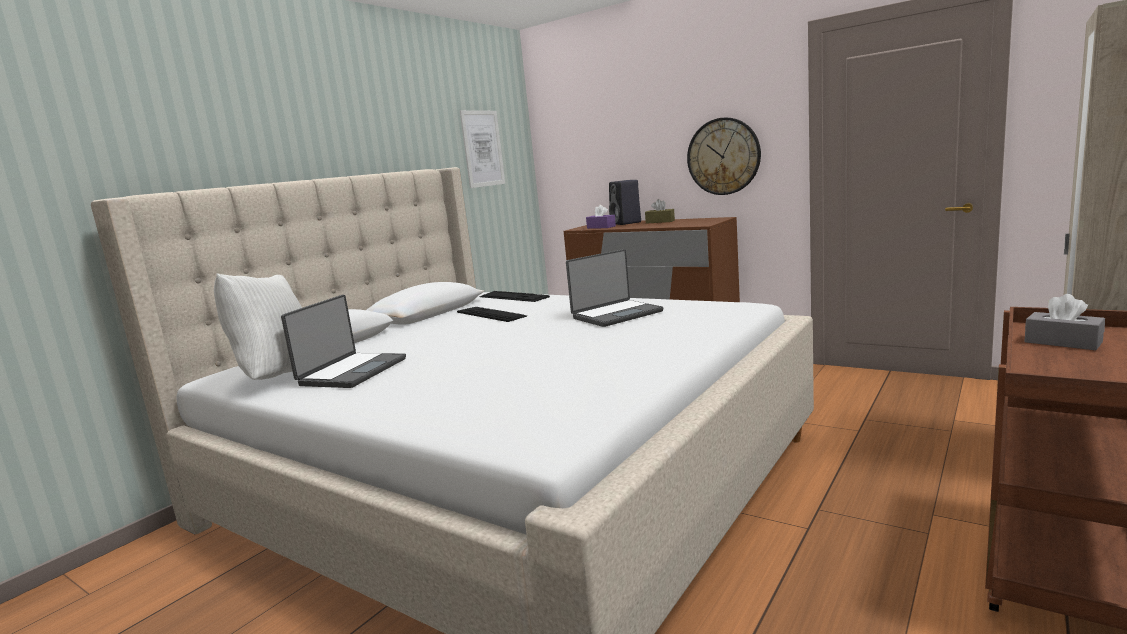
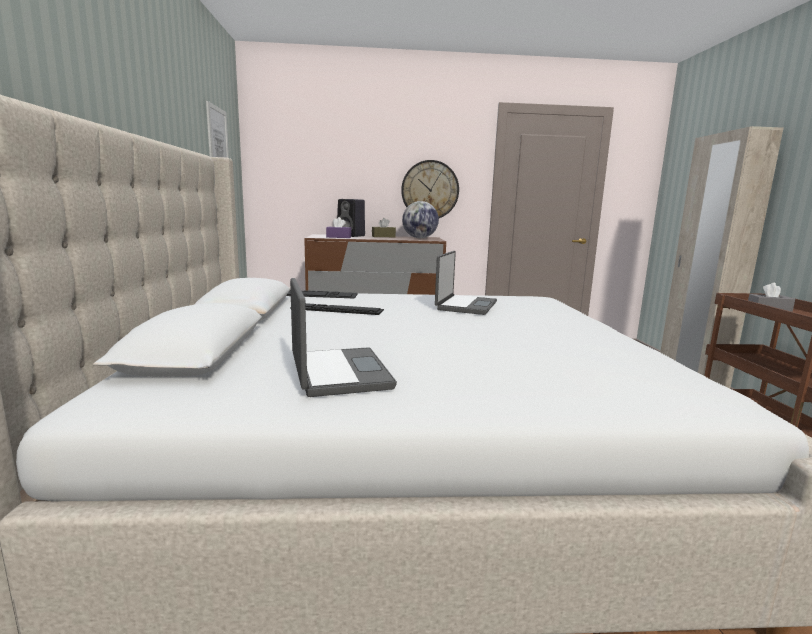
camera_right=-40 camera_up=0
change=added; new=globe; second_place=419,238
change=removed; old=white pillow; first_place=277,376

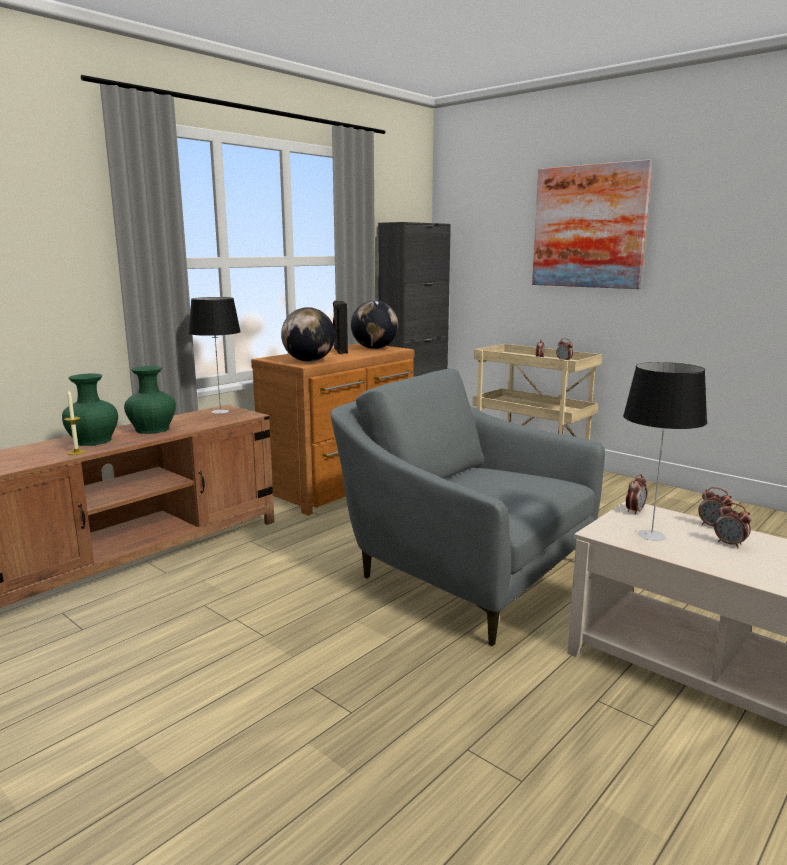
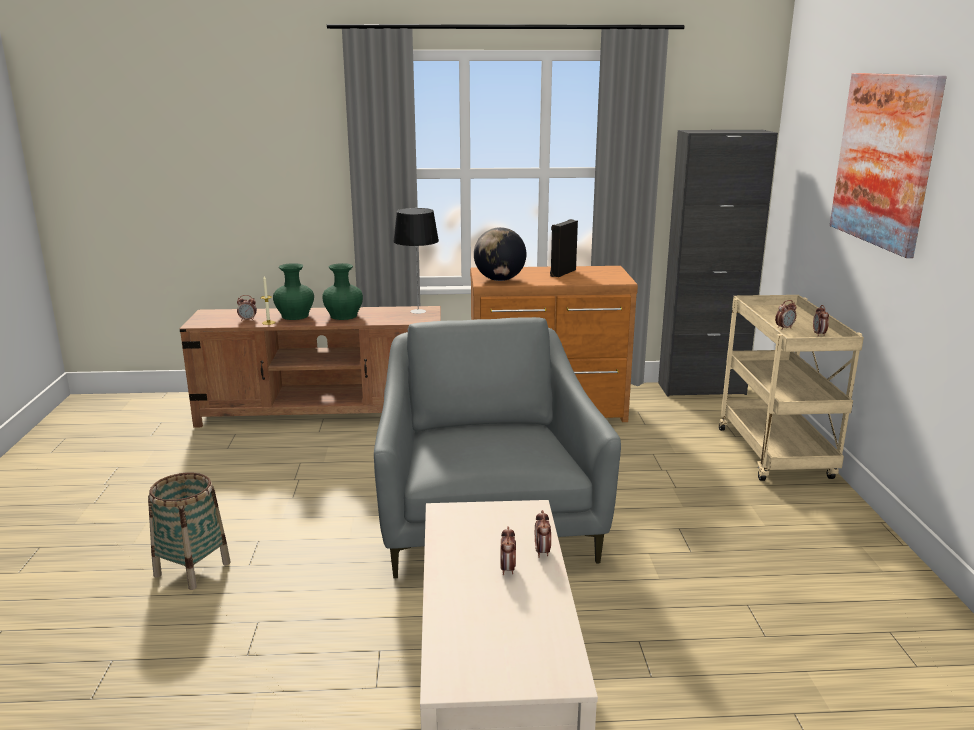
camera_right=45 camera_up=5
change=added; new=basket; second_place=192,569
change=moved; old=alarm clock; first_place=635,511; second_place=248,320
change=removed; old=globe; first_place=374,348
change=removed; old=table lamp; first_place=651,536

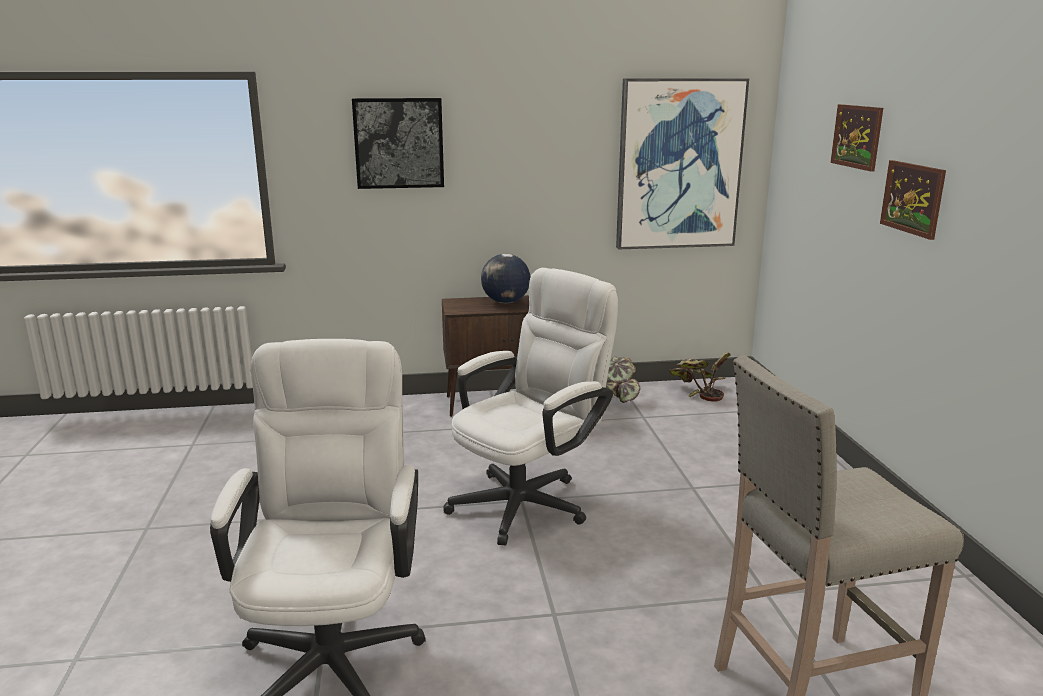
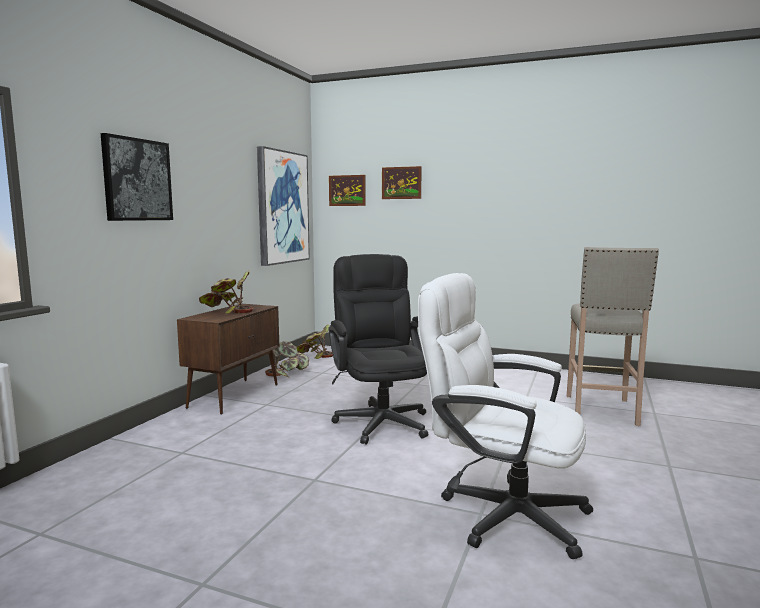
camera_right=-60 camera_up=-10
change=replaced; old=globe; new=potted plant; first_place=505,302; second_place=228,311
change=moved; old=picture; first_place=912,198; second_place=347,190
change=recoloured; old=white office chair; new=black office chair; first_place=530,501; second_place=380,419

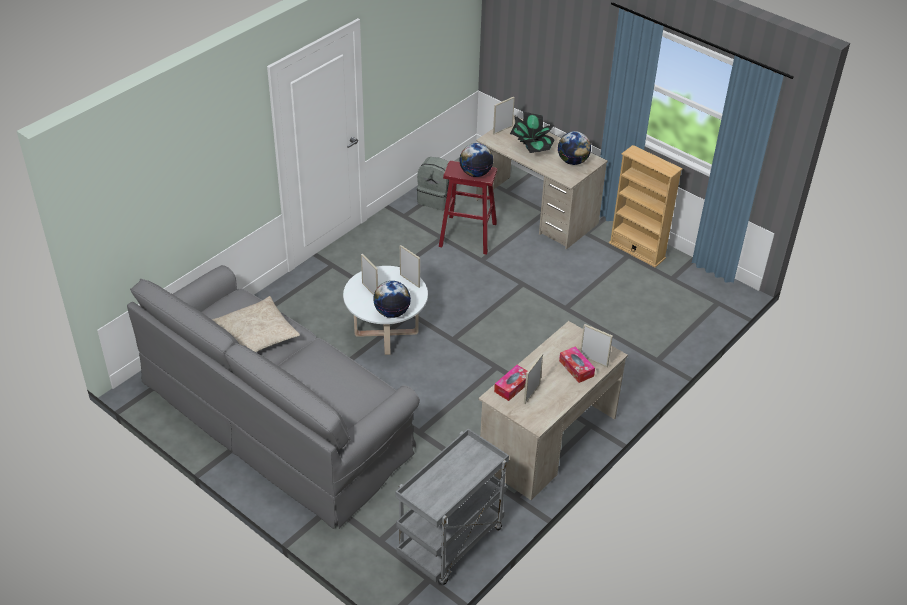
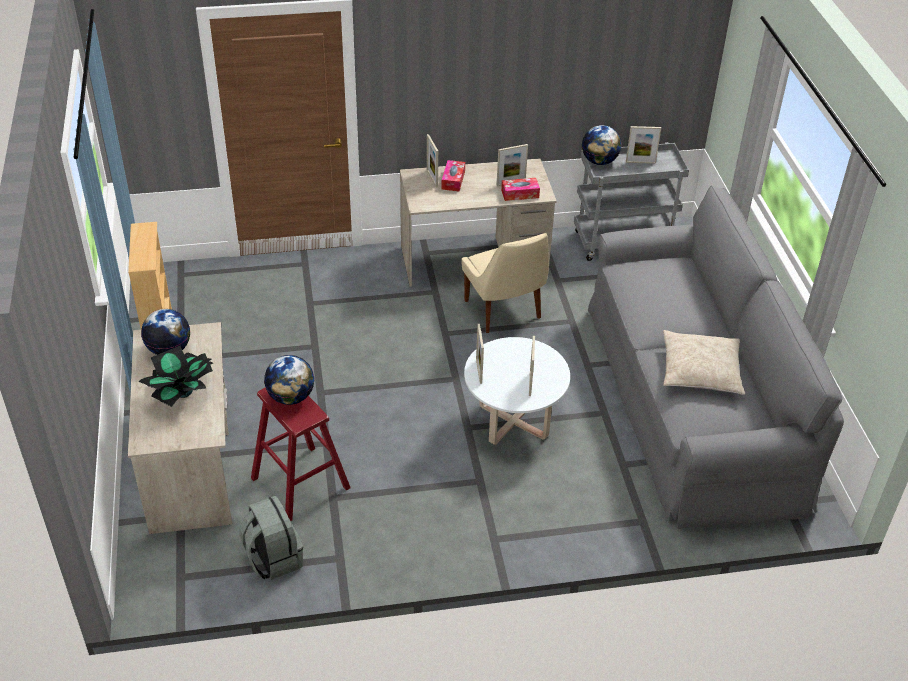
camera_right=-140 camera_up=0
change=added; new=beige chair; second_place=504,311
change=moved; old=globe; first_place=392,312; second_place=599,161
change=moved; old=picture frame; first_place=502,130; second_place=640,162

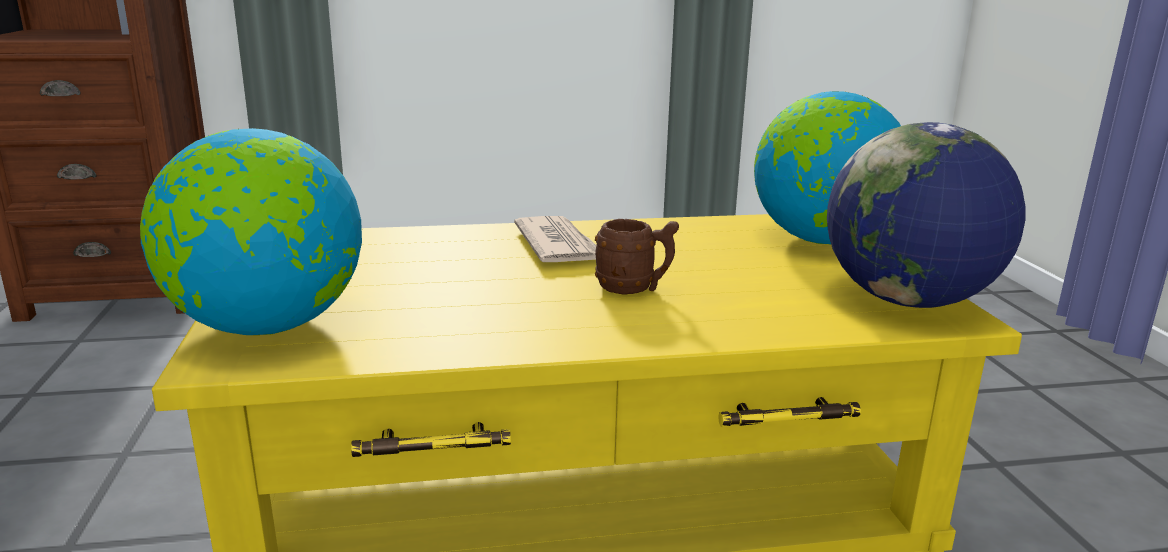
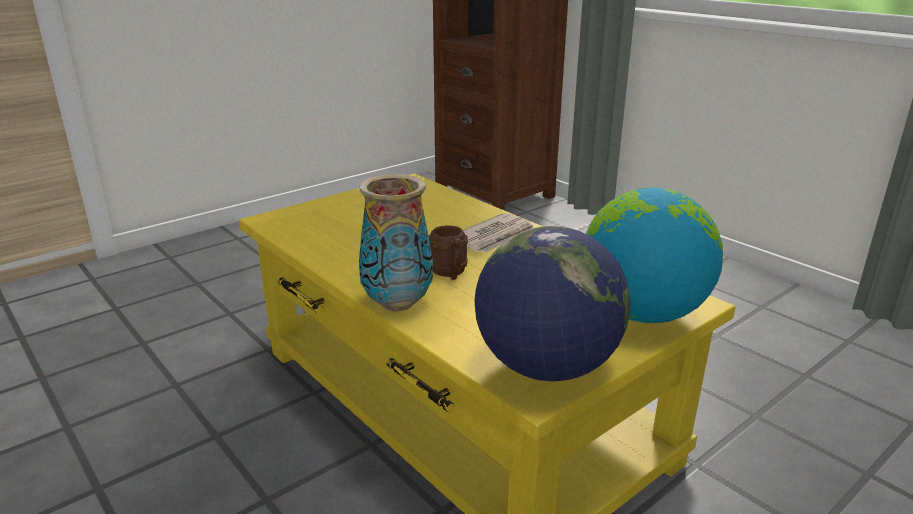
camera_right=60 camera_up=5
change=added; new=vase; second_place=398,304
change=removed; old=globe; first_place=266,326

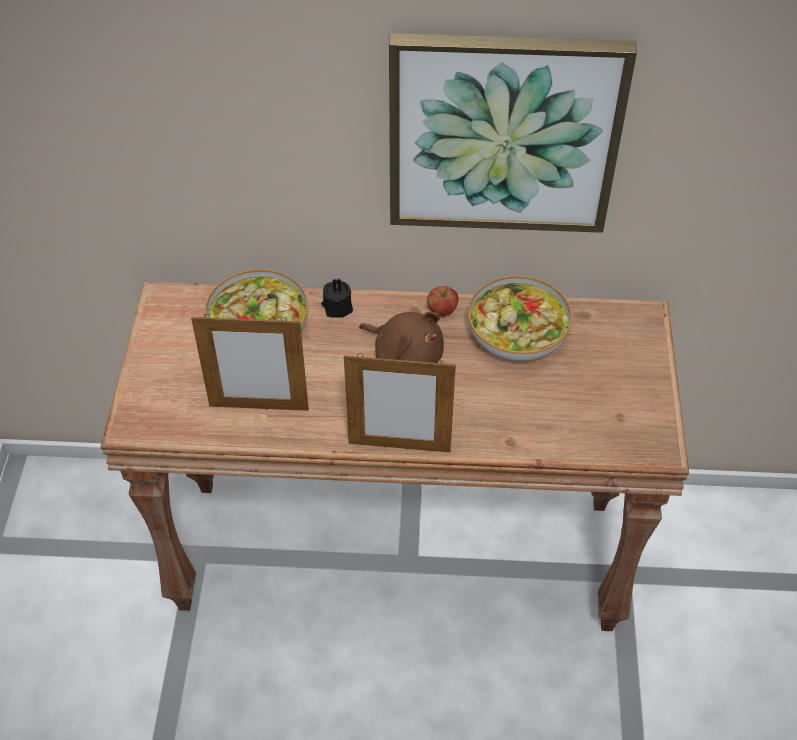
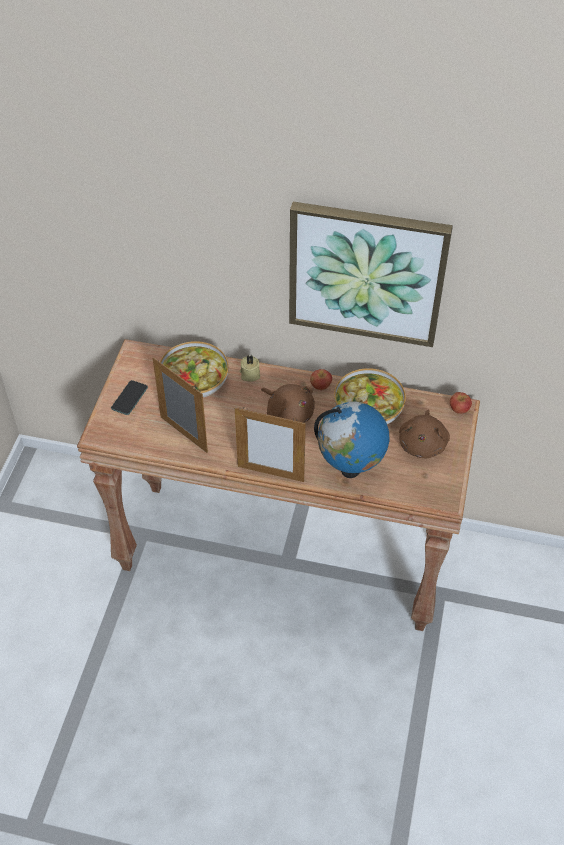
camera_right=10 camera_up=0
change=added; new=phone; second_place=129,398
change=turned; old=picture frame; first_place=259,407; second_place=183,434; degrees=-150
change=recoloured; old=black candle; new=beige candle; first_place=337,307; second_place=249,374
change=added; new=globe; second_place=350,469
change=added; new=brown plush toy; second_place=423,444
change=added; new=apple; second_place=459,409

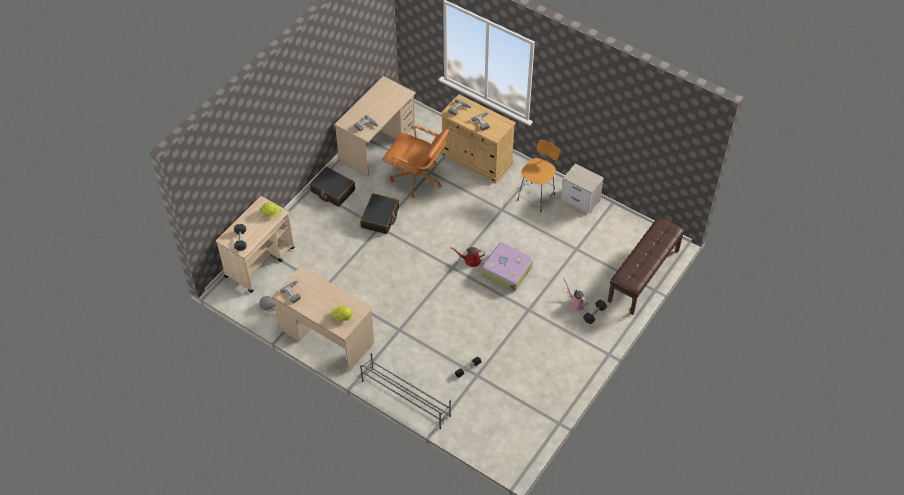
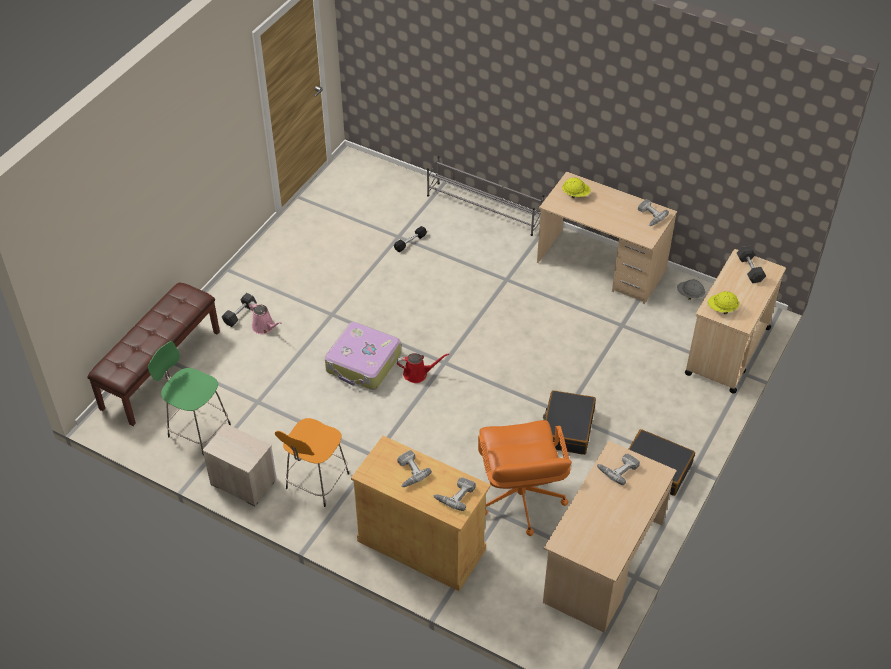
camera_right=175 camera_up=-5
change=added; new=green stool; second_place=197,429
change=turned; old=orange office chair; first_place=417,179; second_place=520,499; degrees=-120

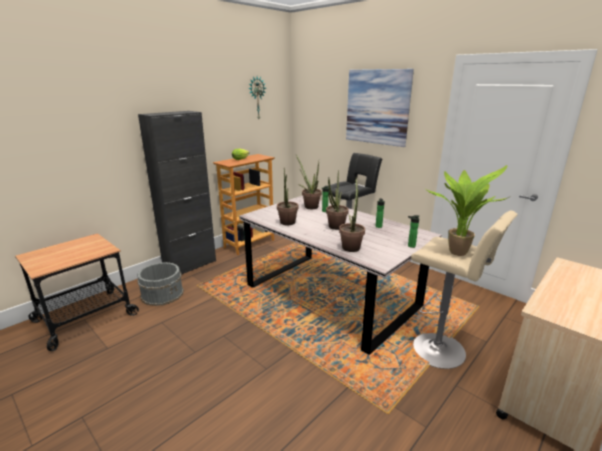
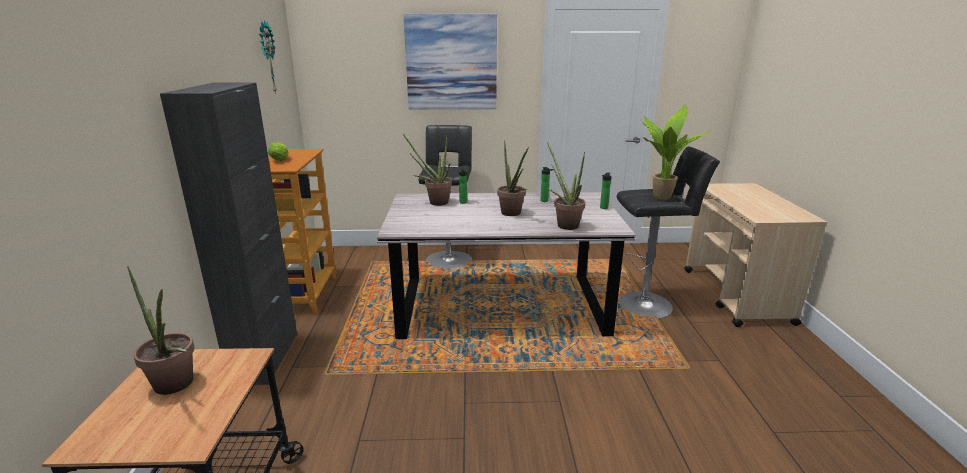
camera_right=-45 camera_up=0
change=moved; old=potted plant; first_place=287,224; second_place=176,387
change=recoloured; old=beige stool; new=black stool; first_place=441,350; second_place=647,304
change=removed; old=grey bucket; first_place=163,294

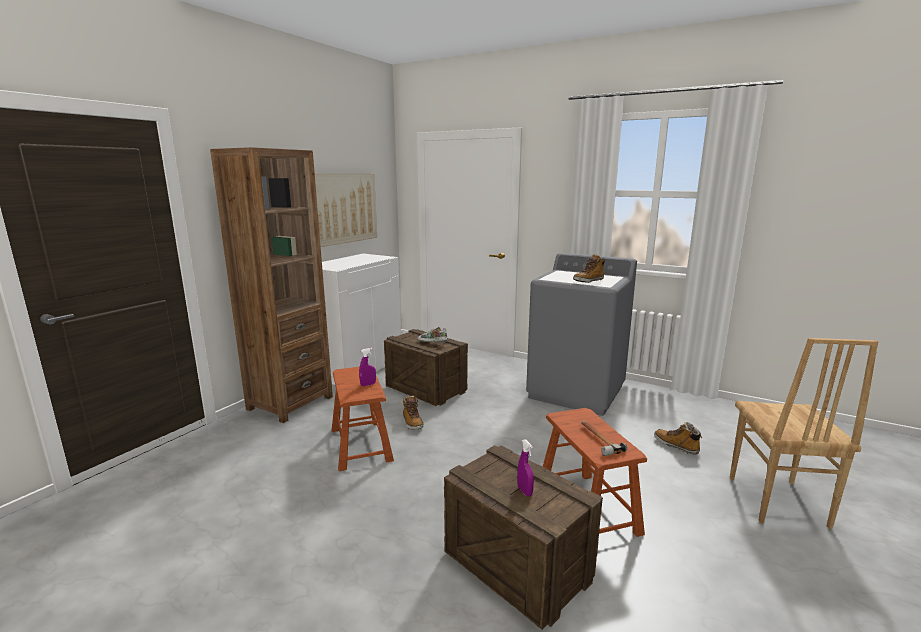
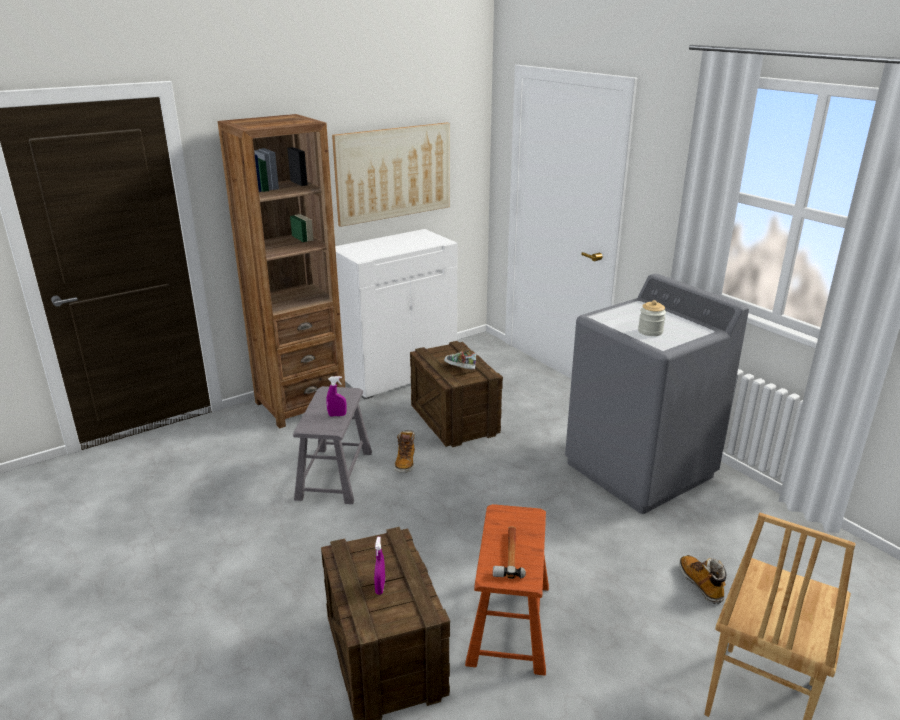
camera_right=25 camera_up=10
change=recoloured; old=brown stool; new=grey stool; first_place=360,444; second_place=334,475
change=replaced; old=boot; new=jar; first_place=588,281; second_place=650,331

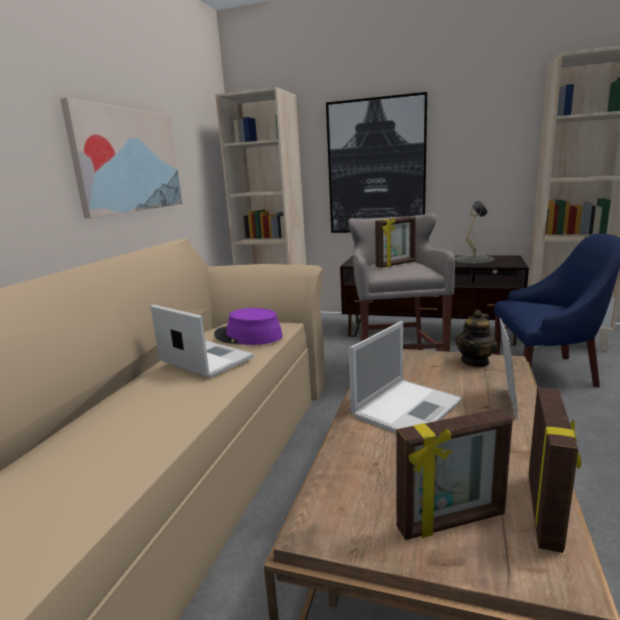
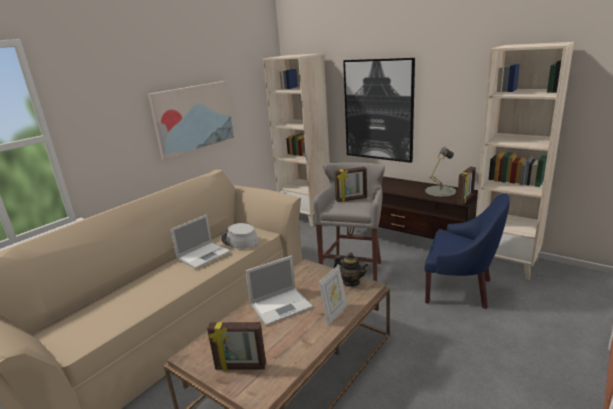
camera_right=20 camera_up=5
change=turned; old=laptop; first_place=205,359; second_place=204,255; degrees=75
change=recoloured; old=purple hat; new=grey hat; first_place=248,336; second_place=239,240
change=turned; old=teapot; first_place=475,361; second_place=351,282; degrees=-120
change=moved; old=picture frame; first_place=545,511; second_place=465,199

